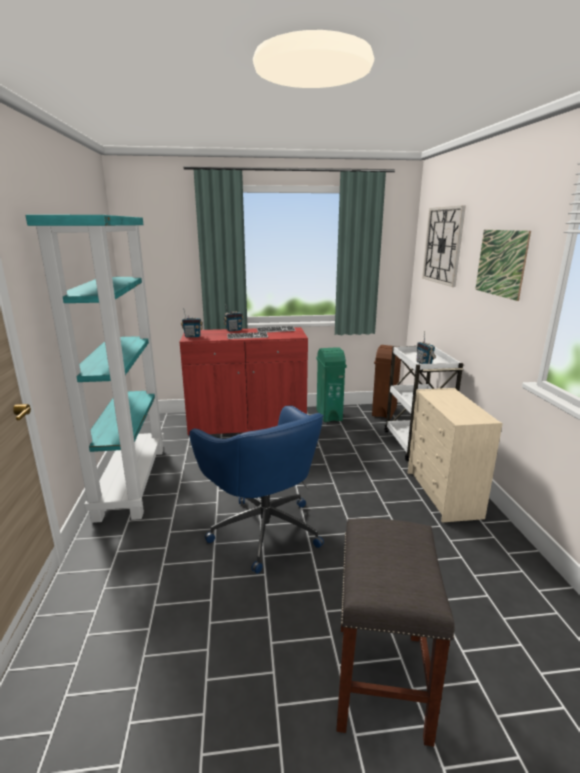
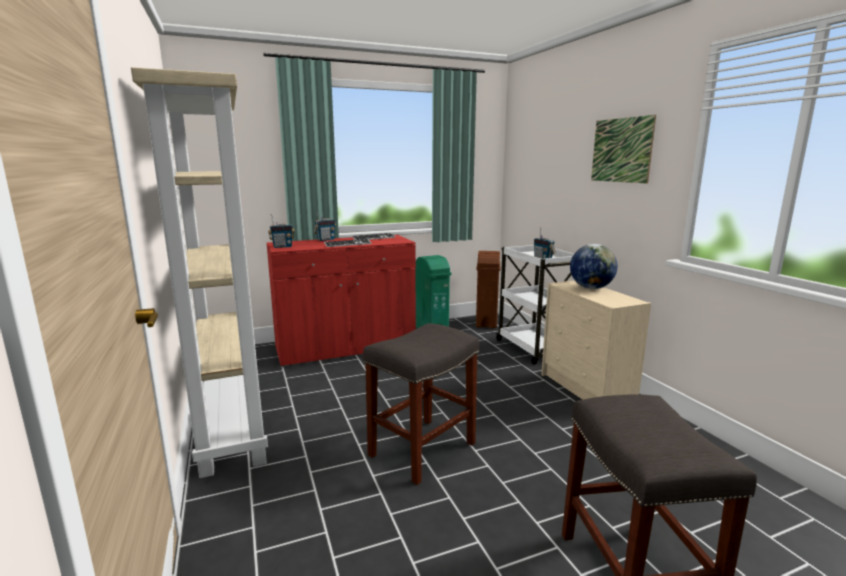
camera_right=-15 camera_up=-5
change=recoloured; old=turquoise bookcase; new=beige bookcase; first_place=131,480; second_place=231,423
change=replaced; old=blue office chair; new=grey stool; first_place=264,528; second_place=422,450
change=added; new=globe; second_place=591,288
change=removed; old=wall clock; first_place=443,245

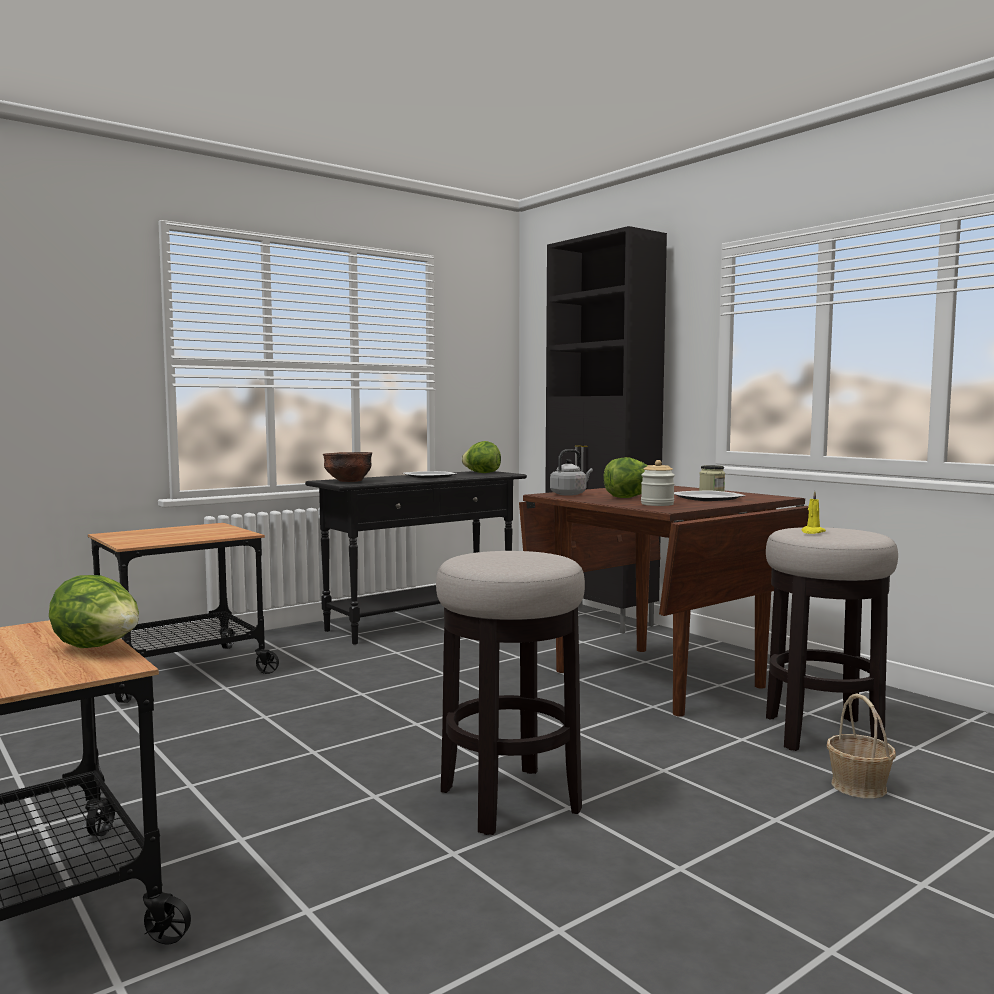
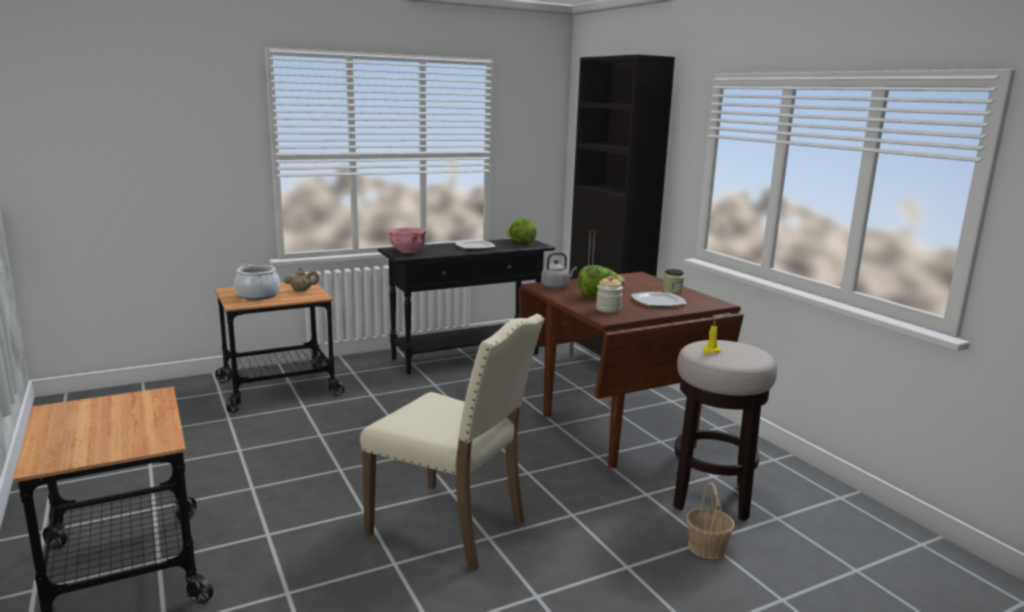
camera_right=10 camera_up=10
change=added; new=cooking pot; second_place=258,295
change=added; new=beige teapot; second_place=302,290
change=replaced; old=stool; new=beige chair; first_place=510,800; second_place=451,527
change=recoloured; old=brown bowl; new=pink bowl; first_place=348,481; second_place=407,252
change=removed; old=lettuce; first_place=99,648

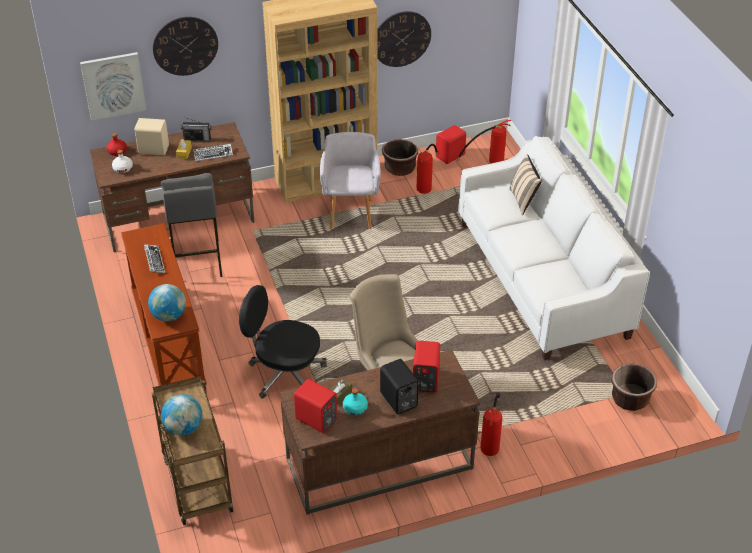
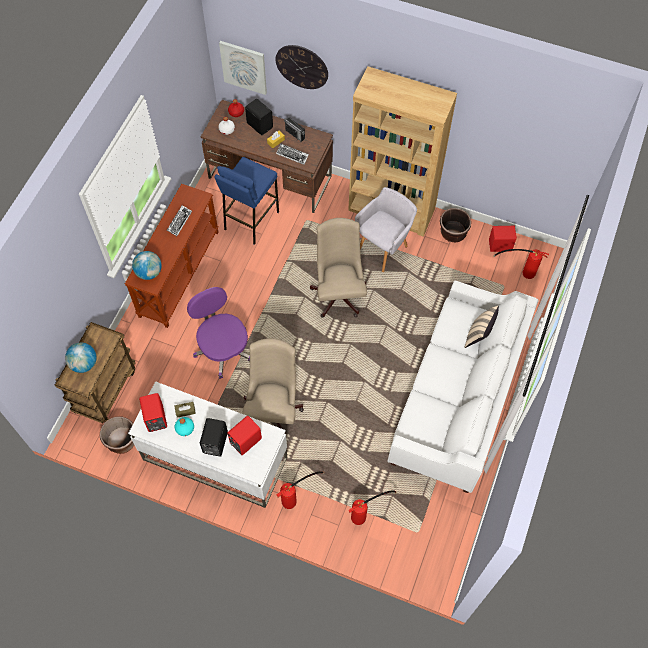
camera_right=40 camera_up=20
change=moved; old=brown planter; first_place=630,399; second_place=122,441
change=recoloured; old=brown desk; new=white desk; first_place=378,464; second_place=214,458
change=recoloured; old=black office chair; new=purple office chair; first_place=285,373; second_place=223,349
change=recoloured; old=grey stool; new=blue stool; first_place=197,261; second_place=250,220
change=recoloured; old=beige speaker; new=black speaker; first_place=153,149; second_place=260,125
change=added; new=beige office chair; second_place=339,292
change=moved; old=fire extinguisher; first_place=426,184; second_place=366,513
change=removed; old=wall clock; first_place=401,39

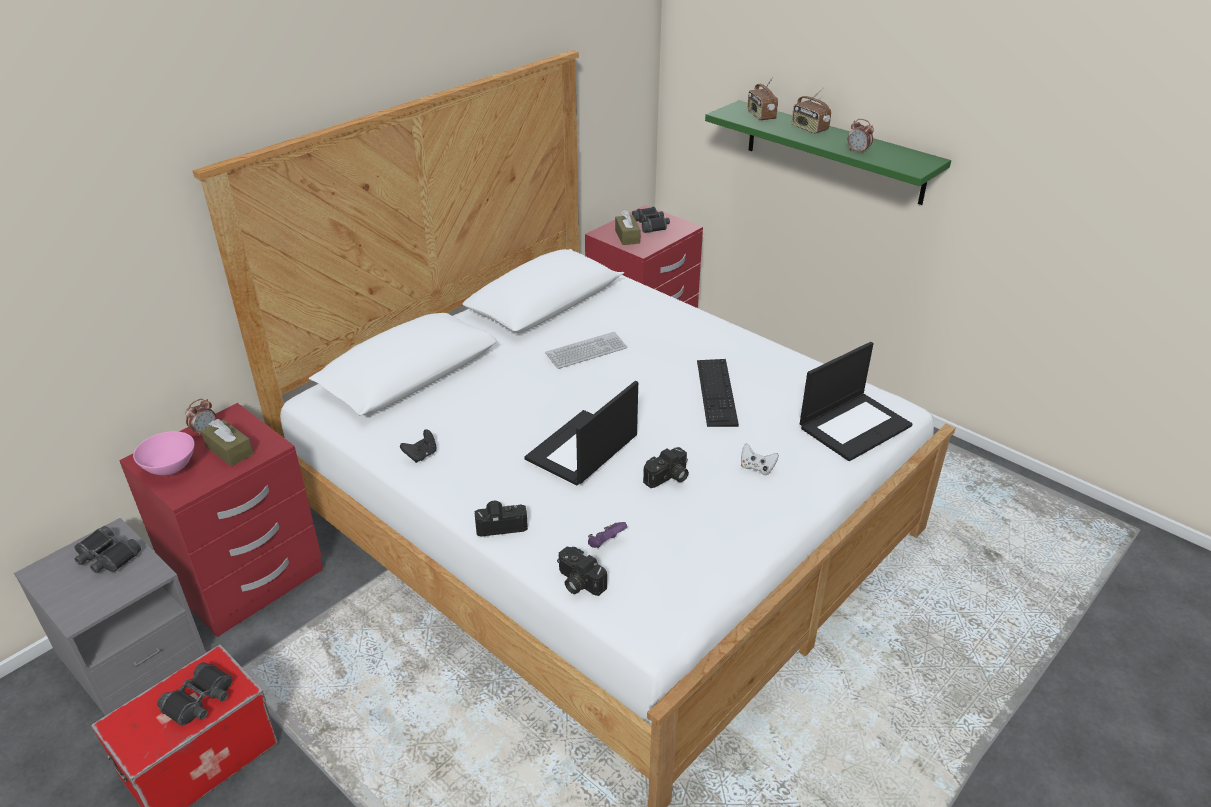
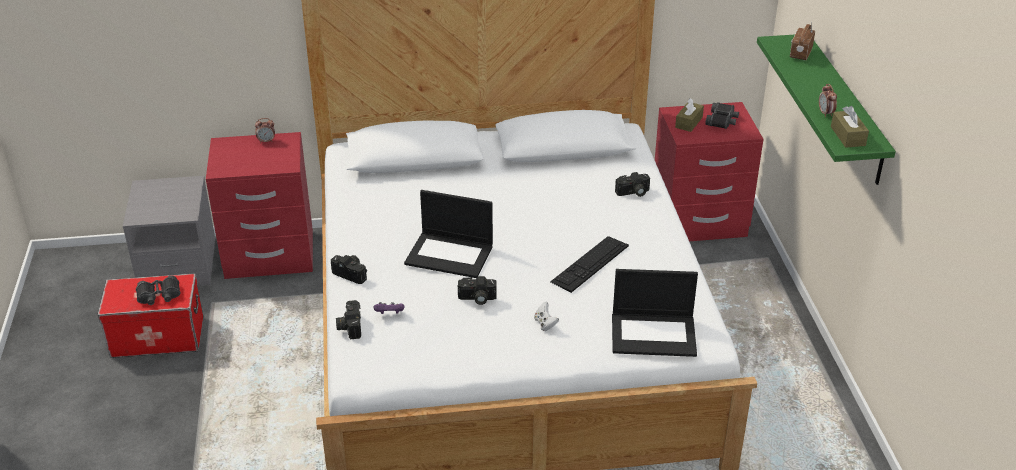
camera_right=40 camera_up=0
change=turned; old=laptop; first_place=582,449; second_place=450,255; degrees=-150
change=added; new=photo camera; second_place=633,193
change=moved; old=brown tissue box; first_place=229,450; second_place=848,136
change=removed; old=black binoculars; first_place=107,557
change=removed; old=pink bowl; first_place=170,469
change=removed; old=black game controller; first_place=421,455
change=removed; old=keyboard; first_place=586,351
change=removed; old=radio; first_place=809,128

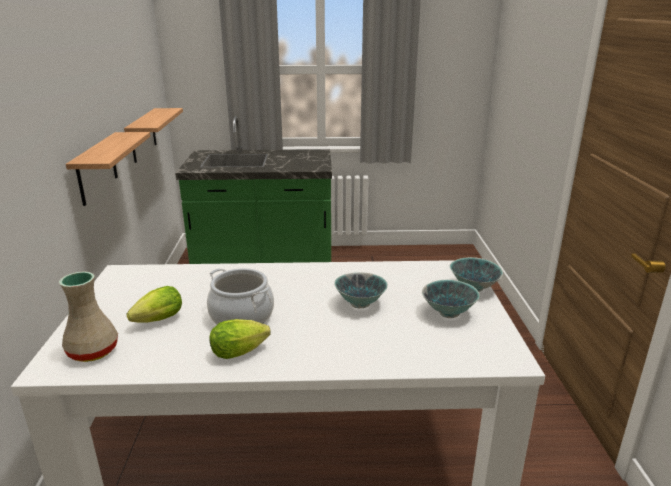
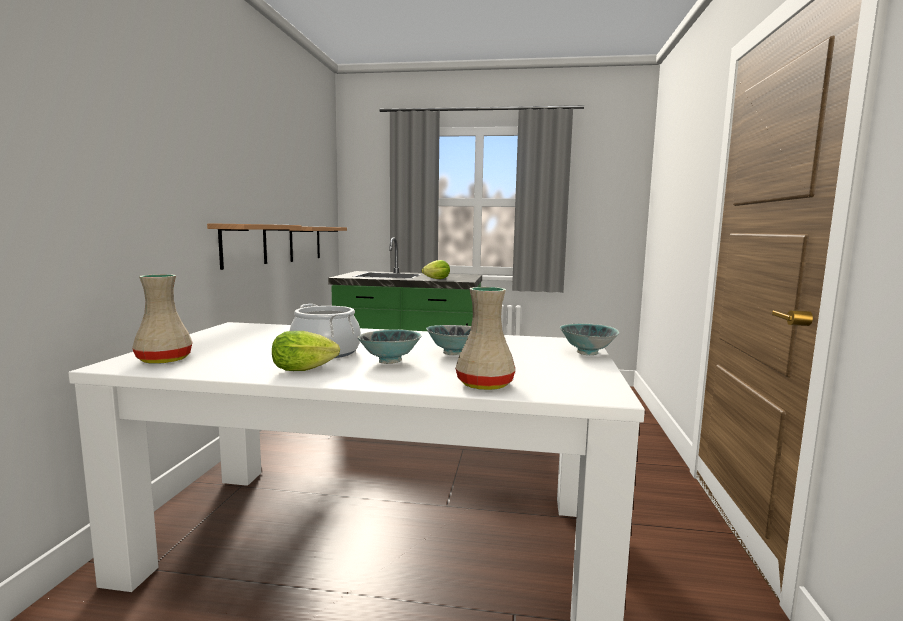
camera_right=10 camera_up=-15
change=moved; old=bowl; first_place=449,313; second_place=390,361
change=moved; old=lettuce; first_place=156,321; second_place=435,279
change=added; new=beige vase; second_place=486,385

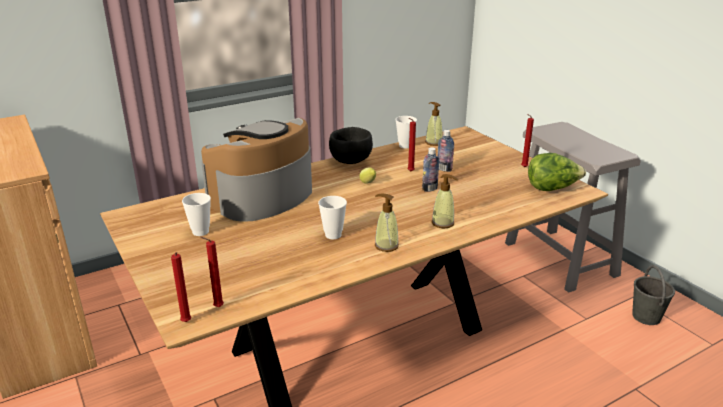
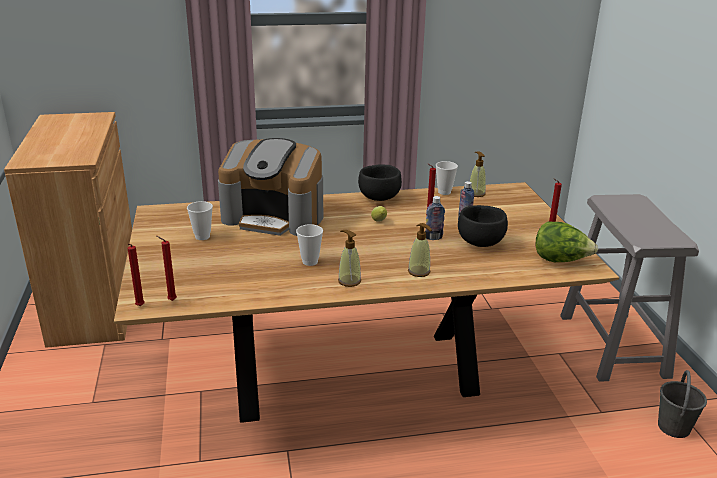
camera_right=20 camera_up=0
change=turned; old=coffee machine; first_place=262,197; second_place=275,217; degrees=-135
change=added; new=black bowl; second_place=481,243

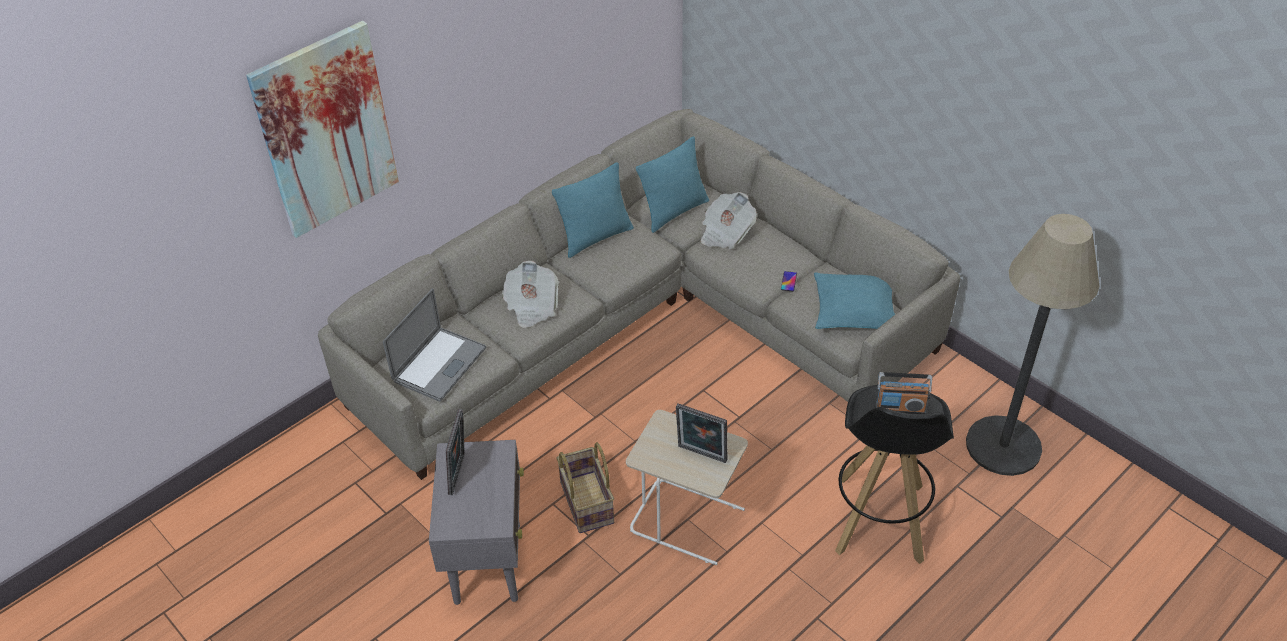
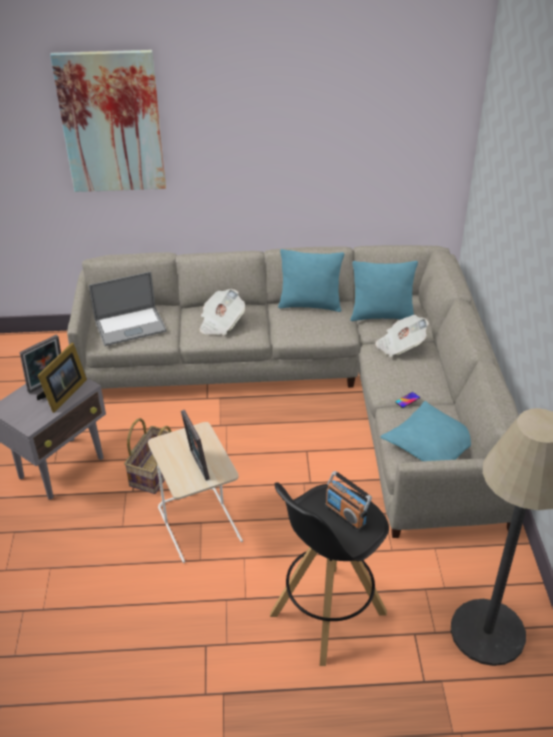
camera_right=40 camera_up=-5
change=added; new=picture frame; second_place=63,395

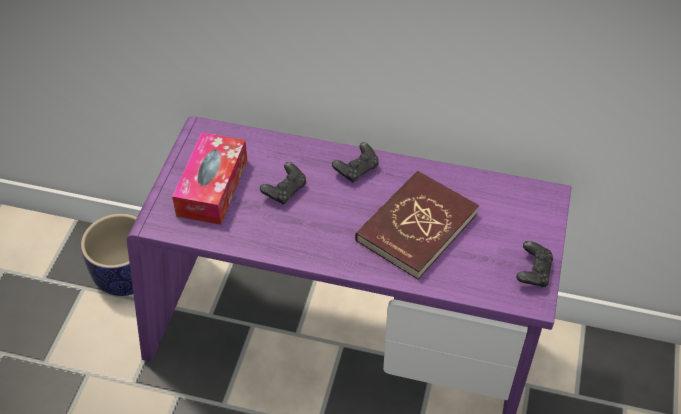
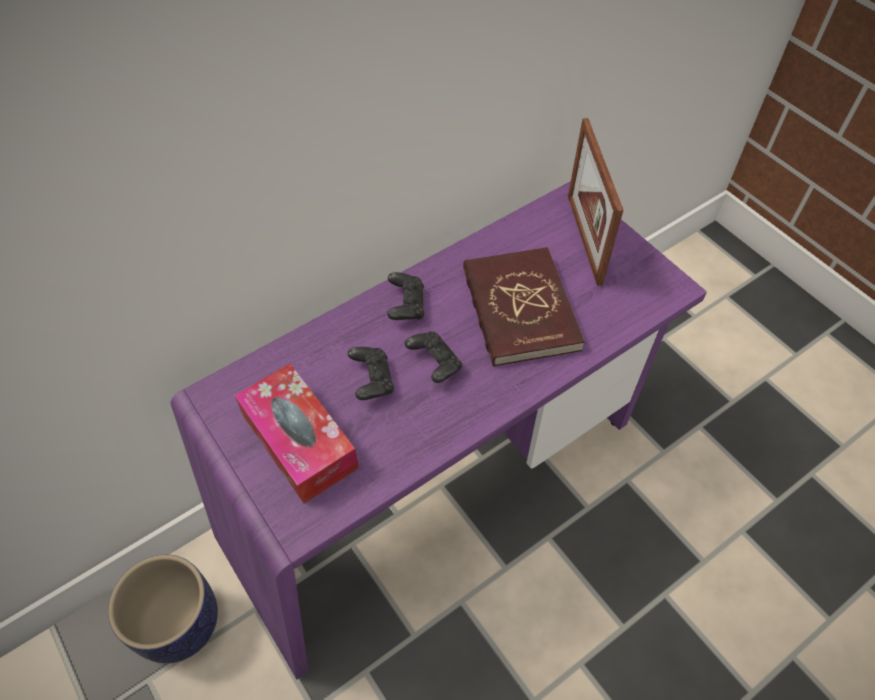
camera_right=-50 camera_up=5
change=moved; old=black game controller; first_place=533,272; second_place=434,363
change=added; new=picture frame; second_place=584,239

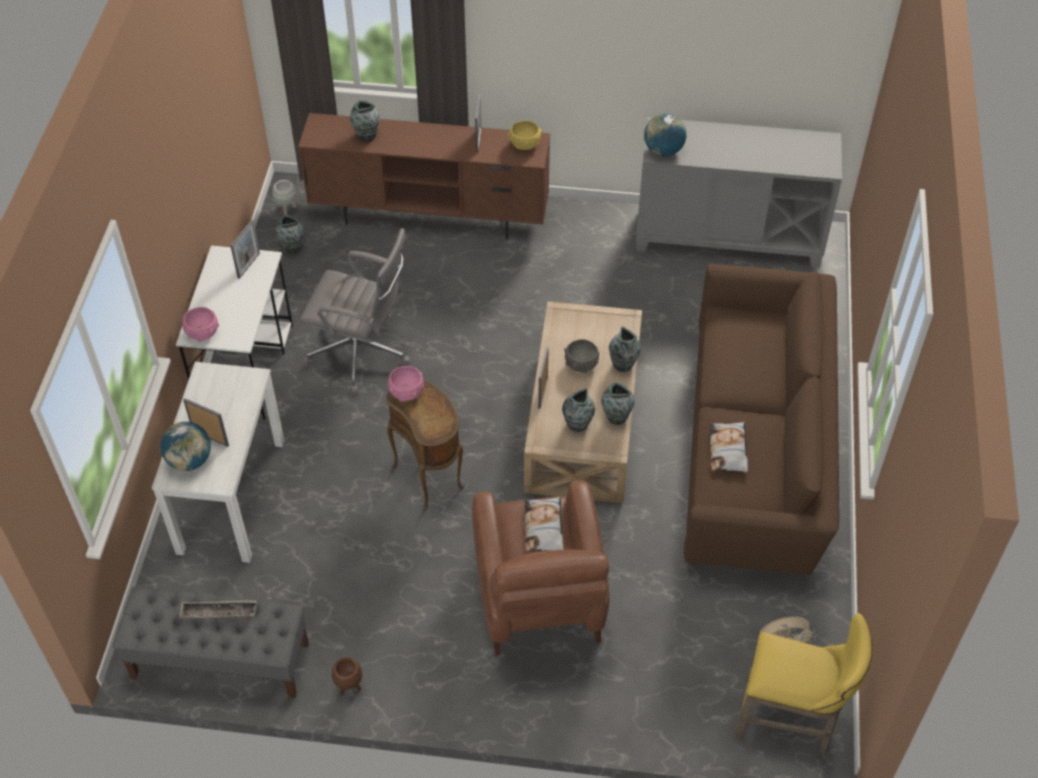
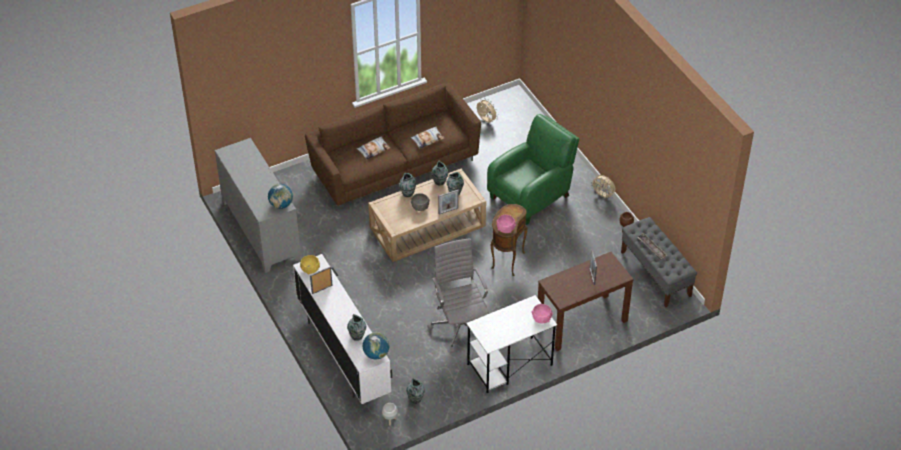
camera_right=-125 camera_up=-5
change=recoloured; old=brown tv stand; new=white tv stand; first_place=431,216; second_place=343,354
change=moved; old=pillow; first_place=544,528; second_place=373,149
change=moved; old=globe; first_place=190,460; second_place=376,354
change=recoloured; old=brown armchair; new=green armchair; first_place=539,599; second_place=532,195
change=recoloured; old=white console table; new=brown console table; first_place=231,495; second_place=581,322
change=added; new=beige fan; second_place=603,195
change=removed; old=picture frame; first_place=248,265
change=removed; old=yellow stool; first_place=790,721

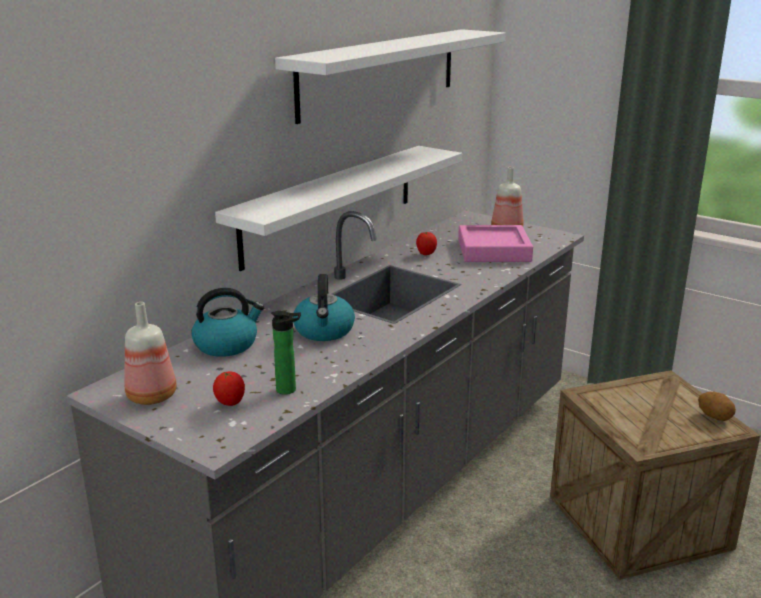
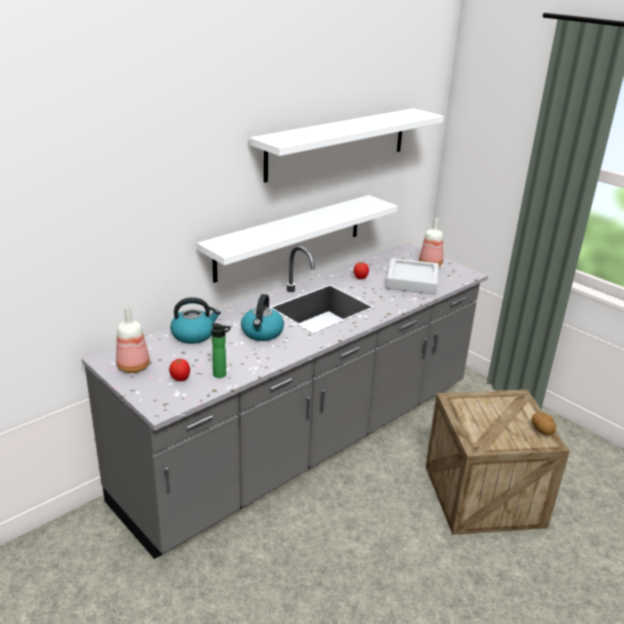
camera_right=10 camera_up=5
change=recoloured; old=pink tray; new=grey tray; first_place=493,250; second_place=412,281

